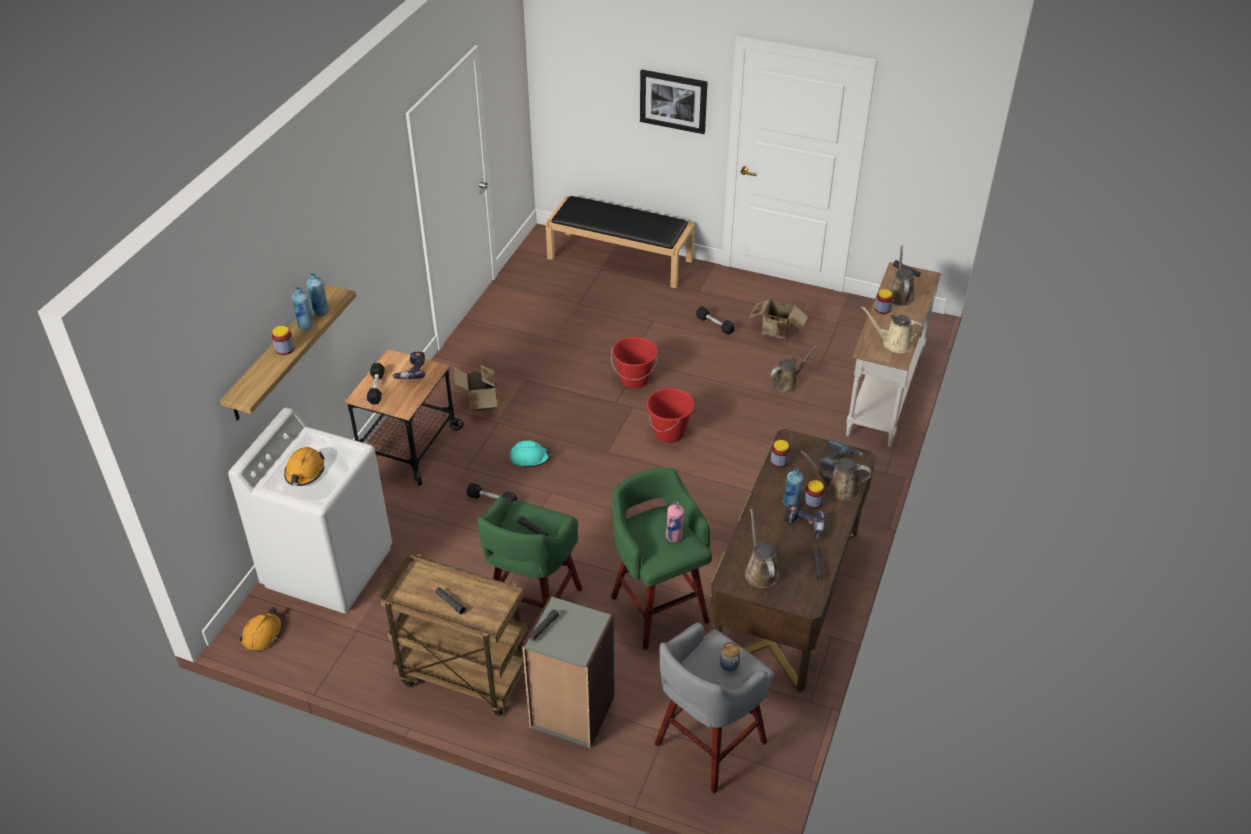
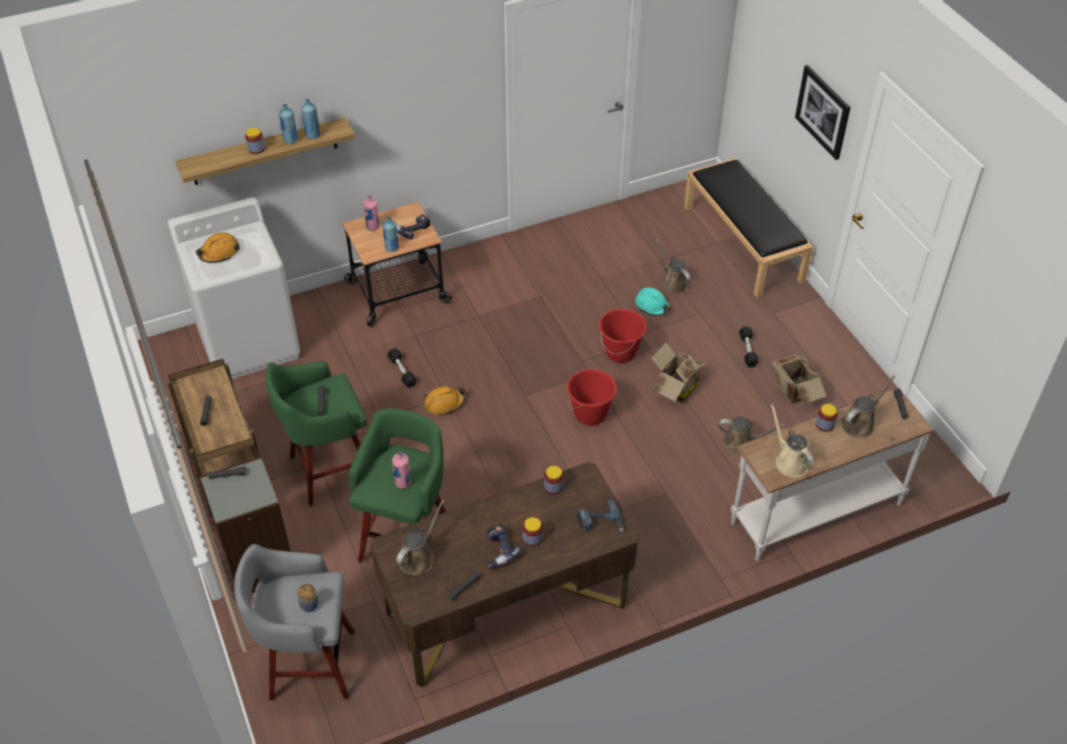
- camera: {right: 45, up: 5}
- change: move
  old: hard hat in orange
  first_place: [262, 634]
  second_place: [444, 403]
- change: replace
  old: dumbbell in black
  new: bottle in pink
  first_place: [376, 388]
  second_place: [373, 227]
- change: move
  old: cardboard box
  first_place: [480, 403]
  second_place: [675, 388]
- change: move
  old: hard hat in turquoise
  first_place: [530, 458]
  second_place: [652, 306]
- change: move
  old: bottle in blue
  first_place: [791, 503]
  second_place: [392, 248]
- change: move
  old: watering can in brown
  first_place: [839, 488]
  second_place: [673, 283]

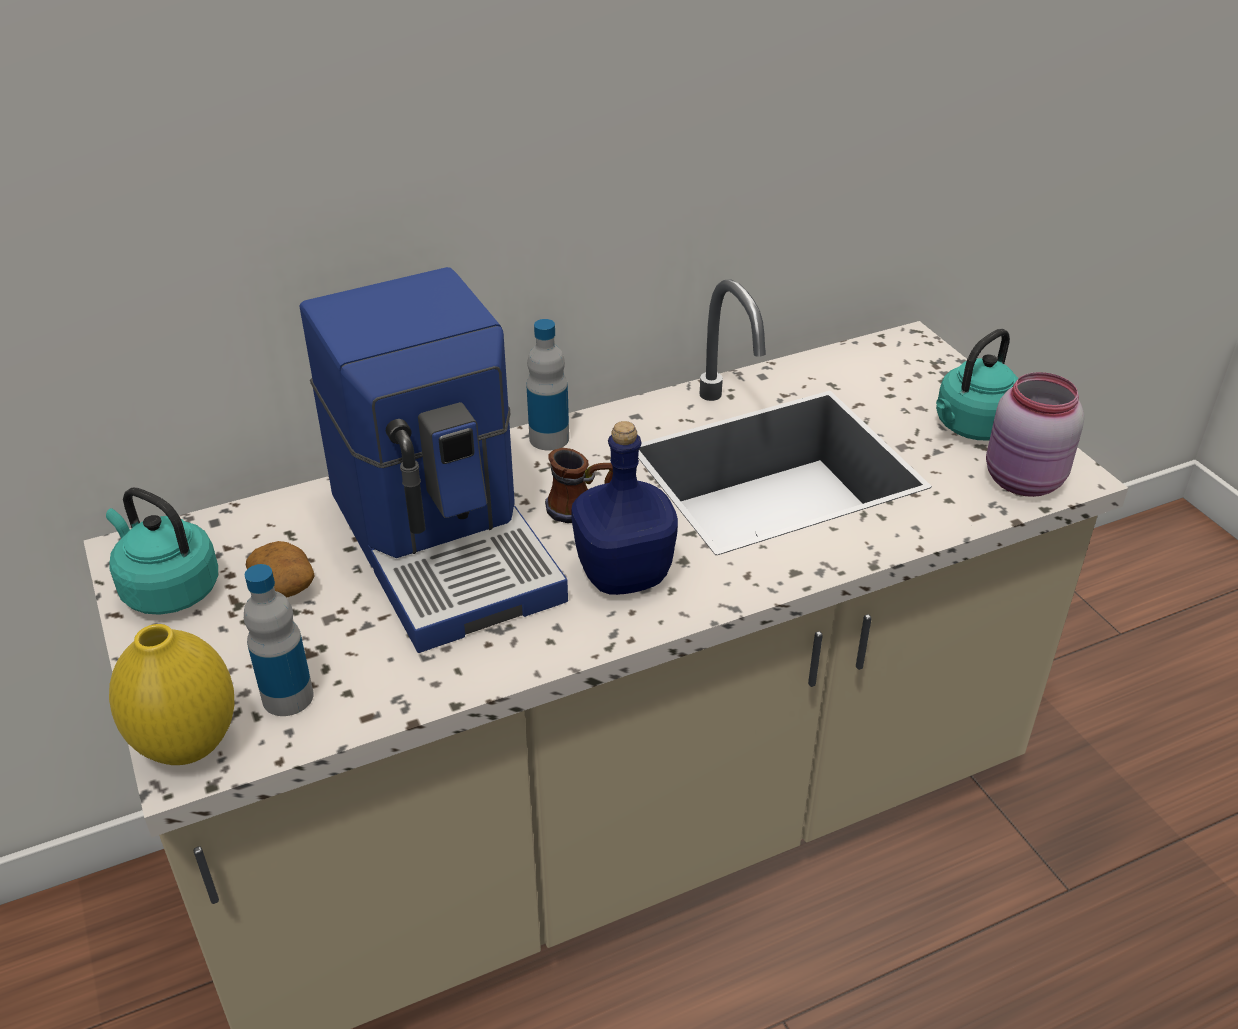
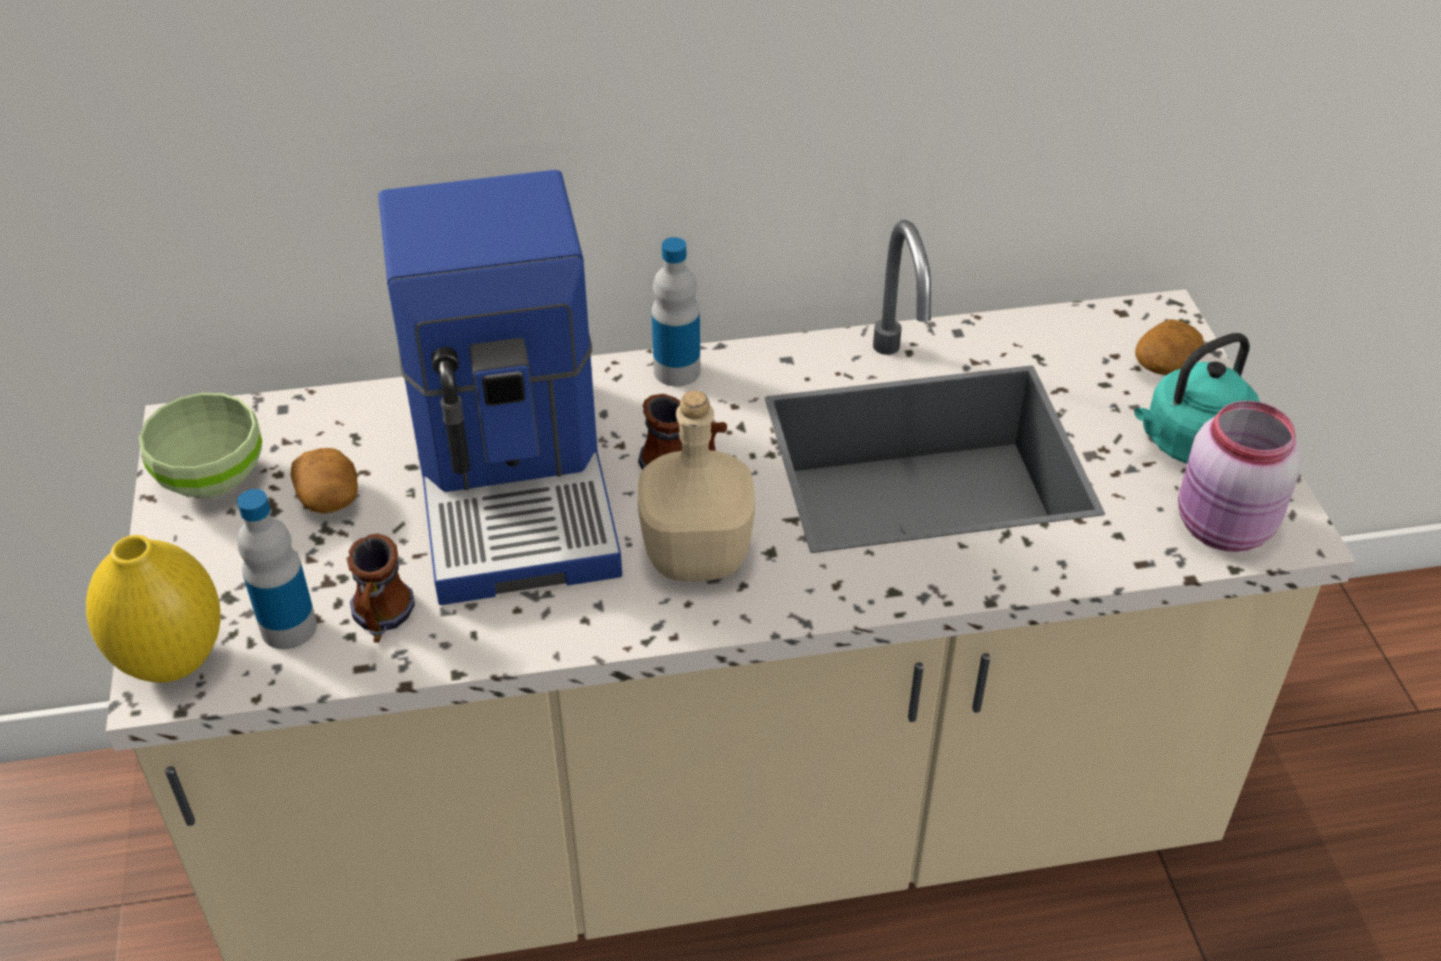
- camera: {right: 15, up: 5}
- change: replace
  old: kettle in turquoise
  new: bowl in green
  first_place: [167, 589]
  second_place: [210, 478]
- change: recolor
  old: bottle in blue
  new: bottle in beige
  first_place: [626, 573]
  second_place: [699, 555]
- change: insert
  new: mug
  second_place: [380, 622]
- change: insert
  new: potato
  second_place: [1165, 365]

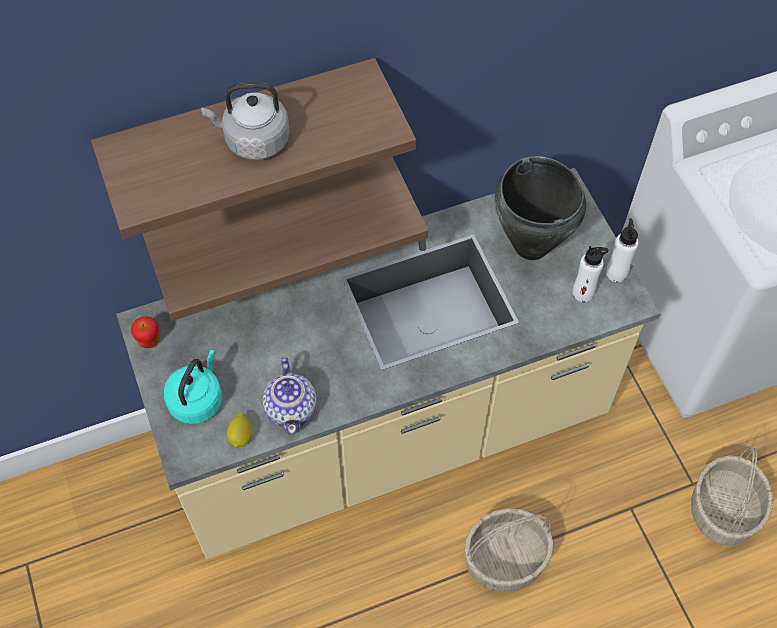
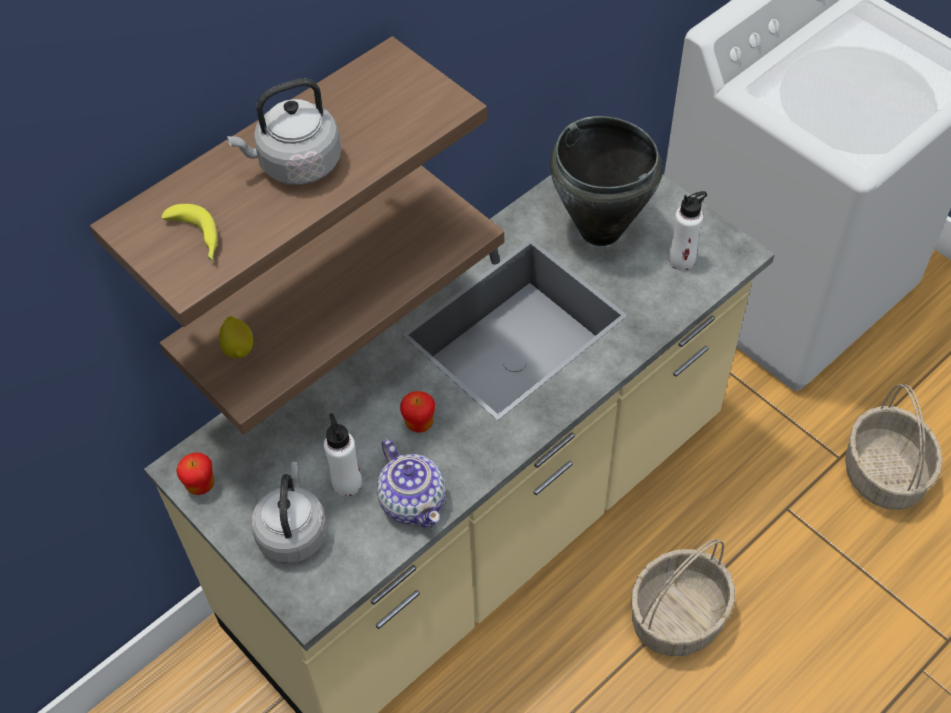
- camera: {right: -20, up: -5}
- change: recolor
  old: kettle in turquoise
  new: kettle in grey
  first_place: [197, 399]
  second_place: [293, 531]
- change: move
  old: lemon
  first_place: [241, 436]
  second_place: [238, 348]
- change: move
  old: bottle in white
  first_place: [616, 273]
  second_place: [347, 483]
- change: insert
  new: banana
  second_place: [197, 238]
- change: insert
  new: apple
  second_place: [419, 423]

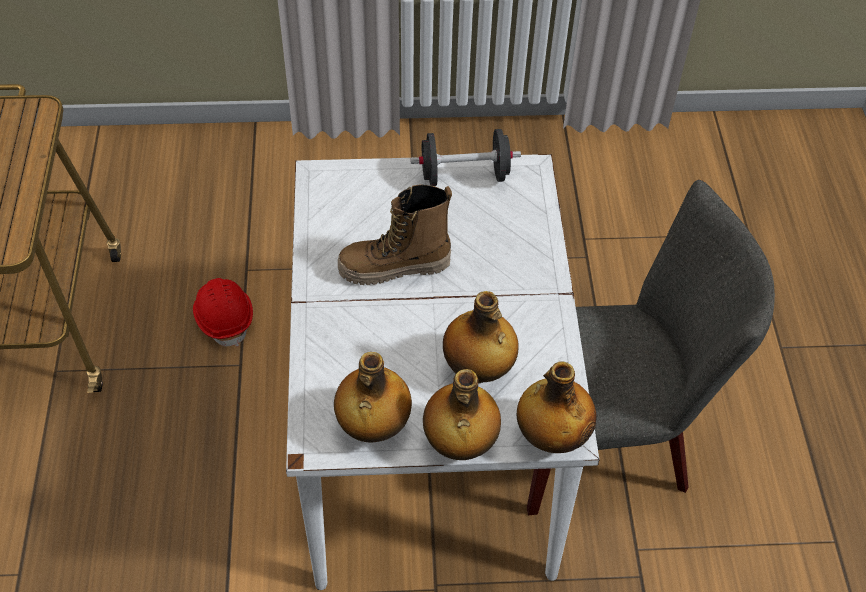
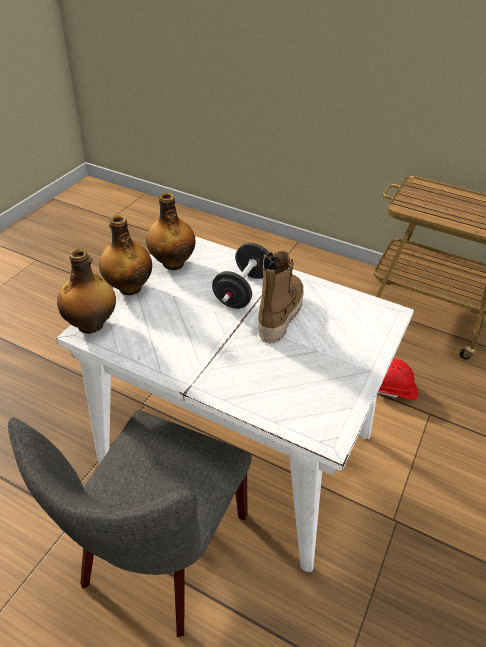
- camera: {right: 120, up: -10}
- change: move
  old: dumbbell in black
  first_place: [464, 175]
  second_place: [242, 291]
- change: delete
  old: bottle
  first_place: [478, 370]

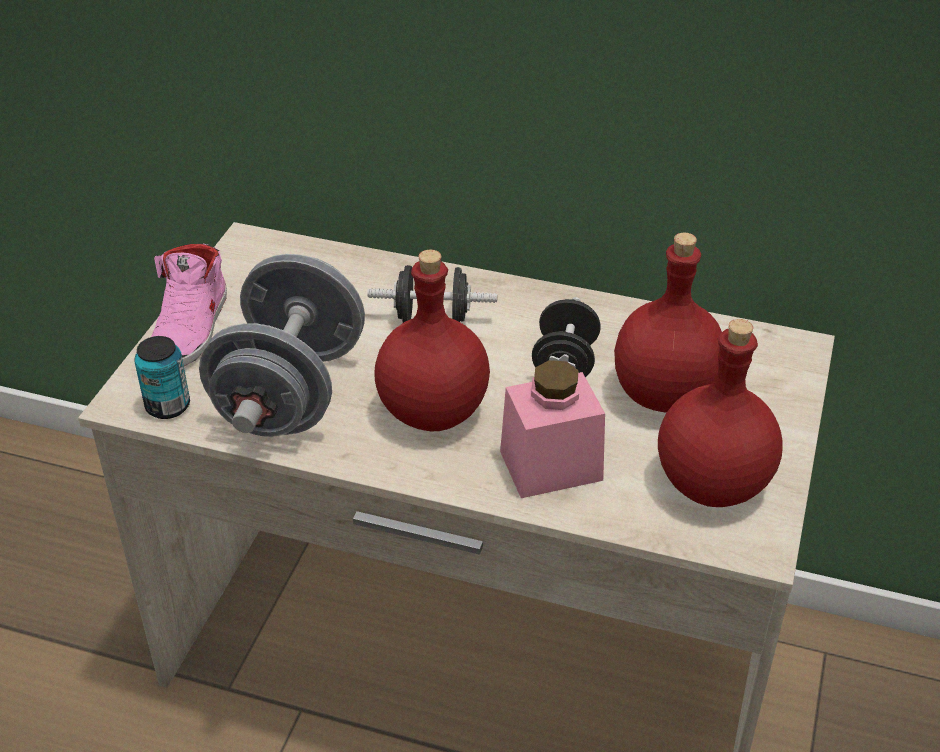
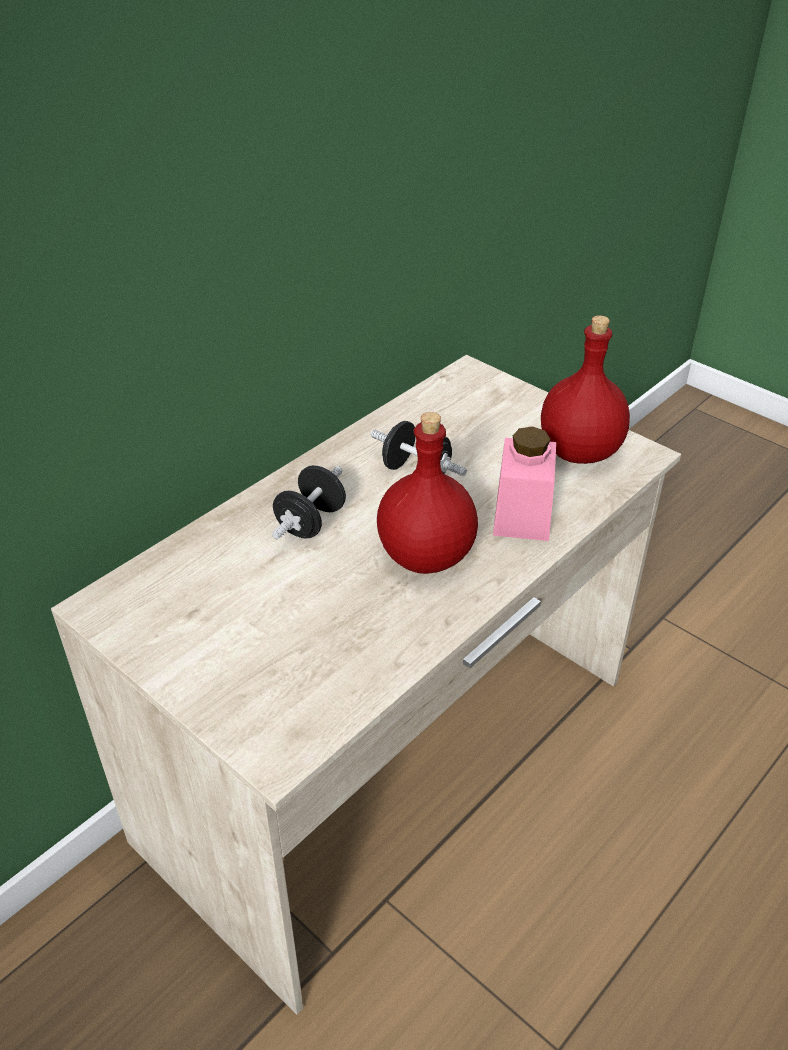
- camera: {right: -65, up: 0}
- change: delete
  old: can
  first_place: [168, 406]
- change: delete
  old: shoe in pink
  first_place: [191, 329]
- change: delete
  old: dumbbell in grey
  first_place: [290, 392]
- change: delete
  old: bottle in red
  first_place: [665, 393]

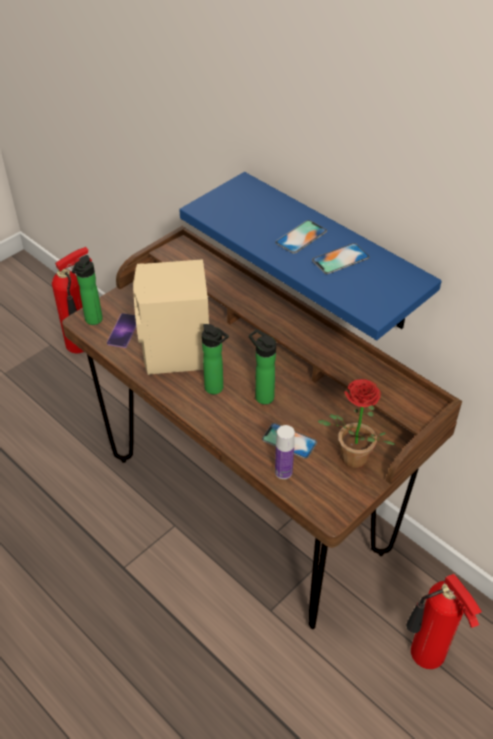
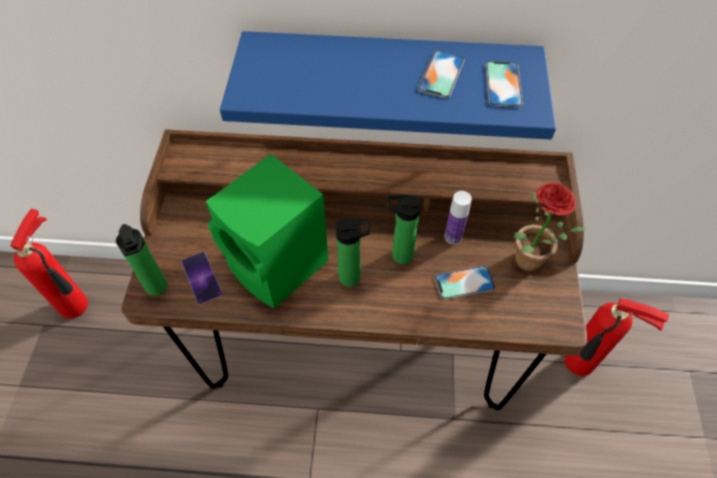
- camera: {right: -40, up: 10}
- change: recolor
  old: speaker in beige
  new: speaker in green
  first_place: [176, 354]
  second_place: [280, 267]
- change: move
  old: phone
  first_place: [301, 237]
  second_place: [503, 84]
- change: move
  old: bottle
  first_place: [283, 472]
  second_place: [453, 237]

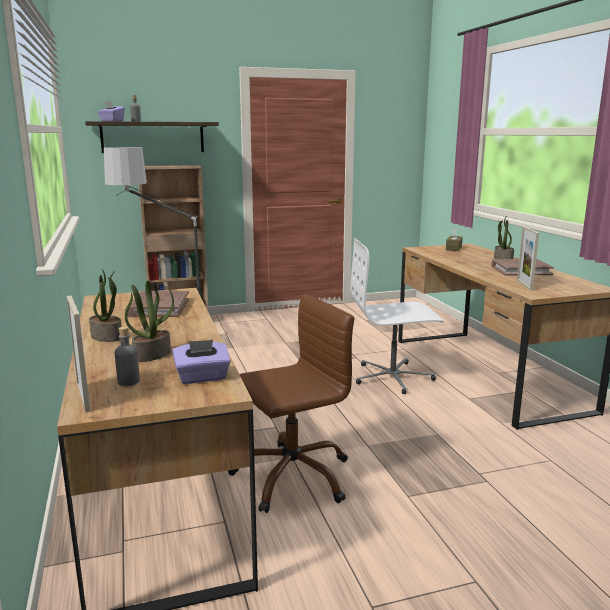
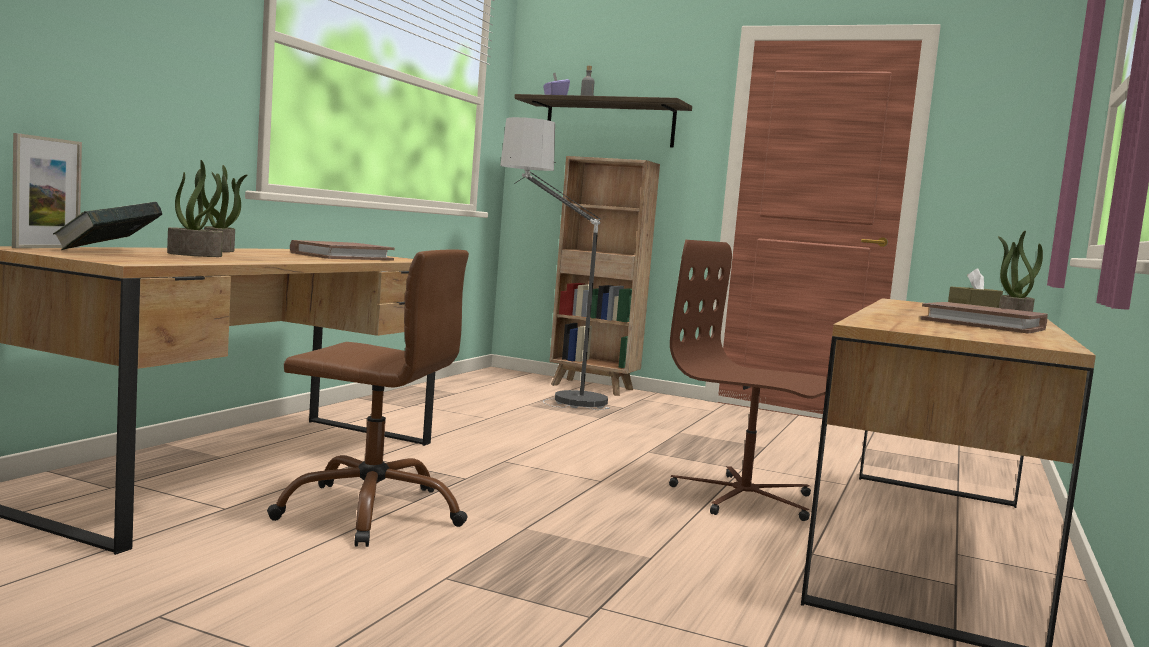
- camera: {right: 40, up: -10}
- change: replace
  old: bottle in grey
  new: book
  first_place: [128, 381]
  second_place: [108, 252]
- change: delete
  old: tissue box in purple
  first_place: [202, 377]
- change: recolor
  old: office chair in white
  new: office chair in brown
  first_place: [393, 377]
  second_place: [744, 498]
- change: delete
  old: picture frame
  first_place: [524, 285]

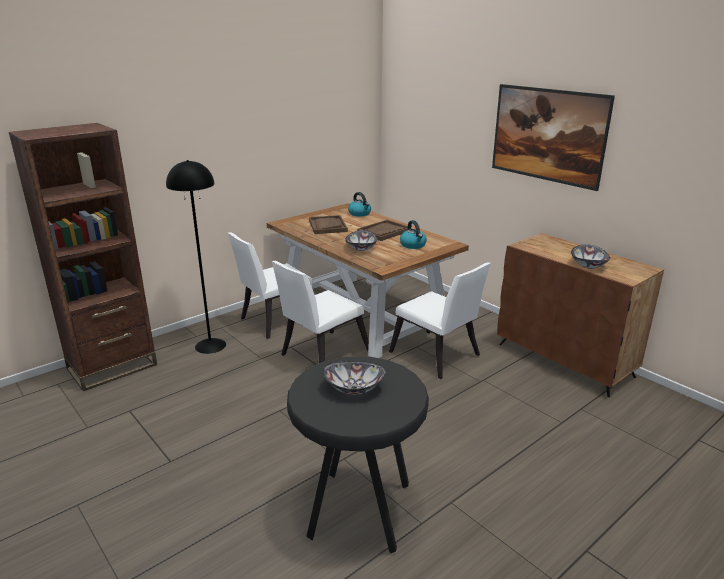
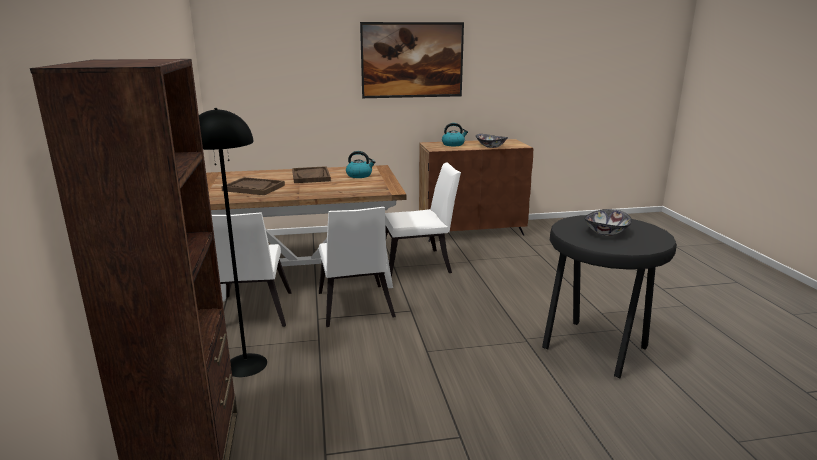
- camera: {right: -60, up: -5}
- change: delete
  old: bowl
  first_place: [361, 248]
- change: move
  old: kettle
  first_place: [360, 213]
  second_place: [453, 144]

